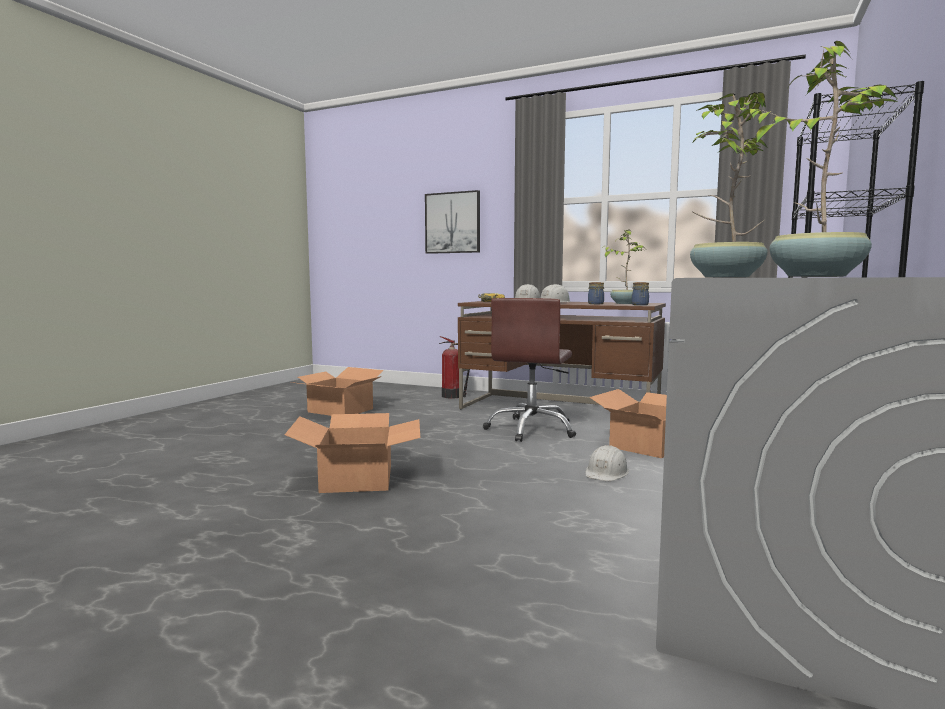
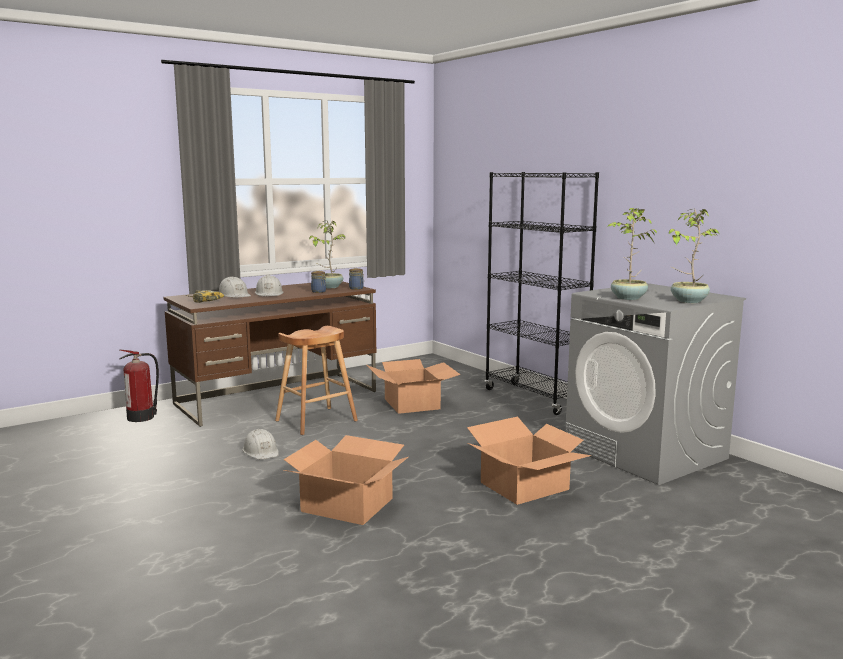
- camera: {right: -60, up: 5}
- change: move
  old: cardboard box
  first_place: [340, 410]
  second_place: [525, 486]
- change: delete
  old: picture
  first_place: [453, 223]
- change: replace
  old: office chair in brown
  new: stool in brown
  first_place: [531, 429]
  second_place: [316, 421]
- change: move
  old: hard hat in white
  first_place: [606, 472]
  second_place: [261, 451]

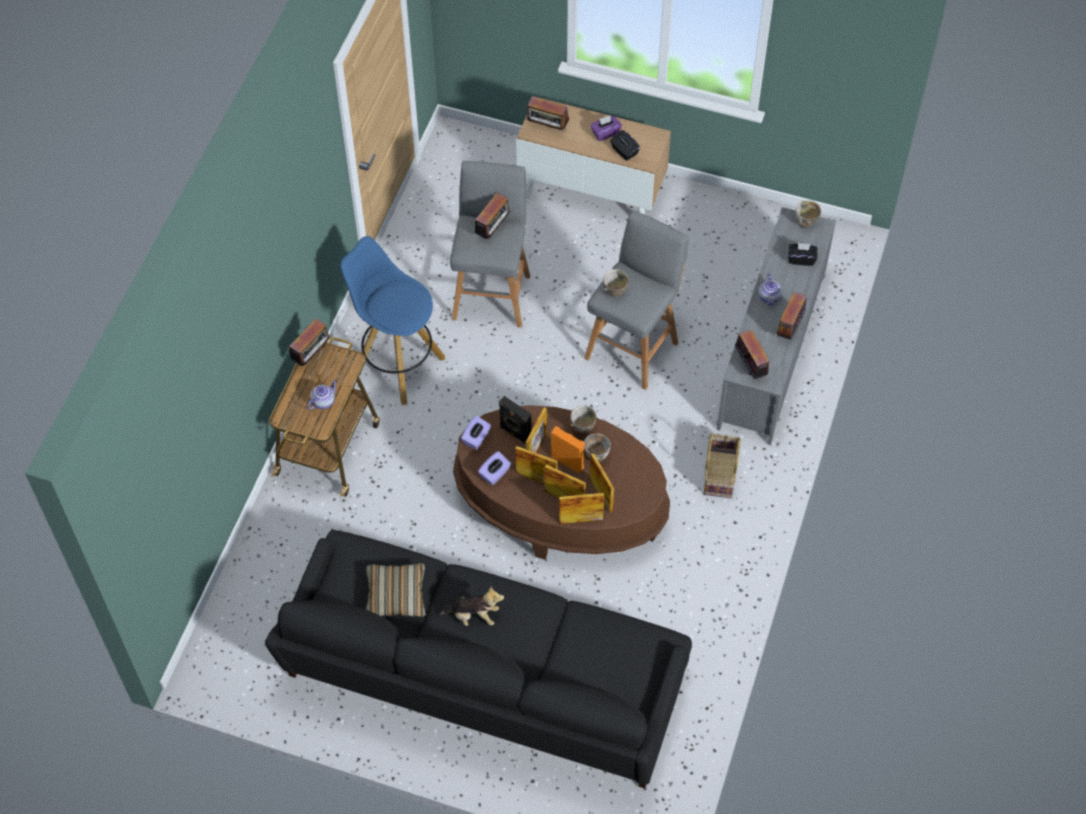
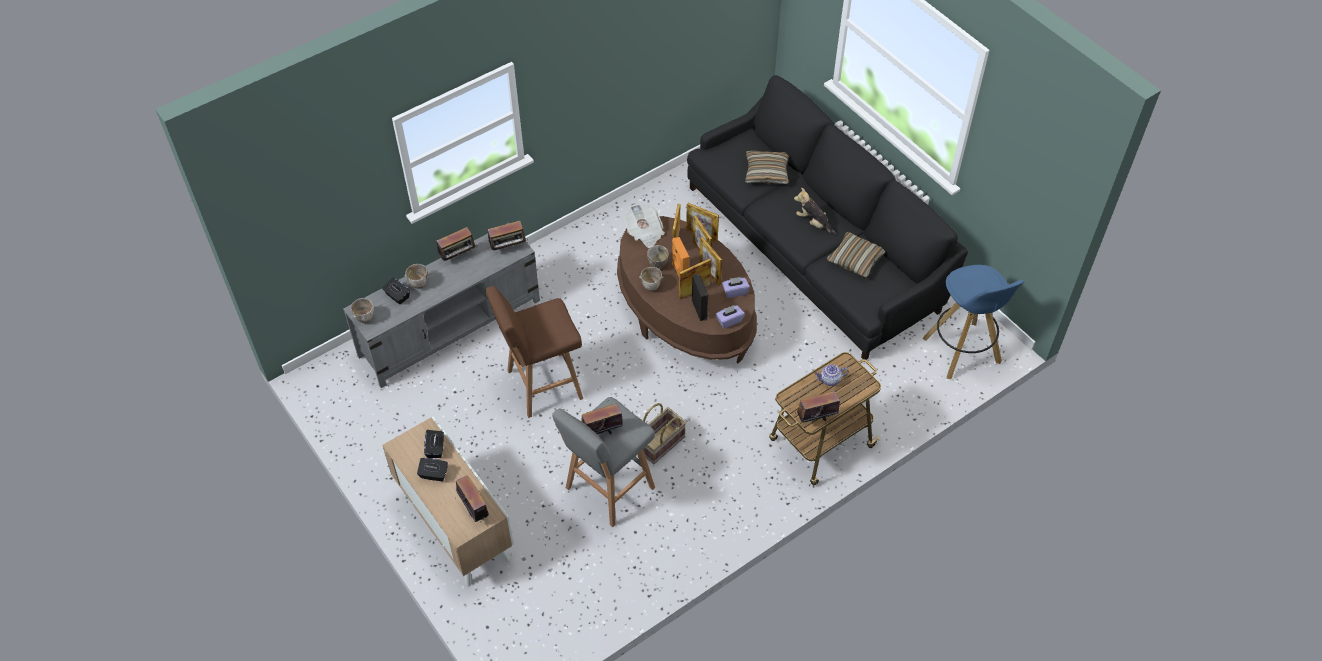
- camera: {right: -145, up: -5}
- change: move
  old: stool in blue
  first_place: [397, 365]
  second_place: [962, 351]
- change: recolor
  old: stool in grey
  new: stool in brown
  first_place: [633, 348]
  second_place: [542, 385]
- change: recolor
  old: tissue box in purple
  new: tissue box in black
  first_place: [605, 133]
  second_place: [433, 474]
- change: move
  old: bowl
  first_place: [613, 293]
  second_place: [419, 284]
- change: move
  old: basket
  first_place: [719, 474]
  second_place: [661, 444]
- change: rotate
  old: radio
  first_place: [750, 367]
  second_place: [508, 248]
  degrees: -120
- change: delete
  old: teapot
  first_place: [769, 297]
- change: insert
  new: newspaper
  second_place: [644, 233]
- change: insert
  new: pillow
  second_place: [766, 172]

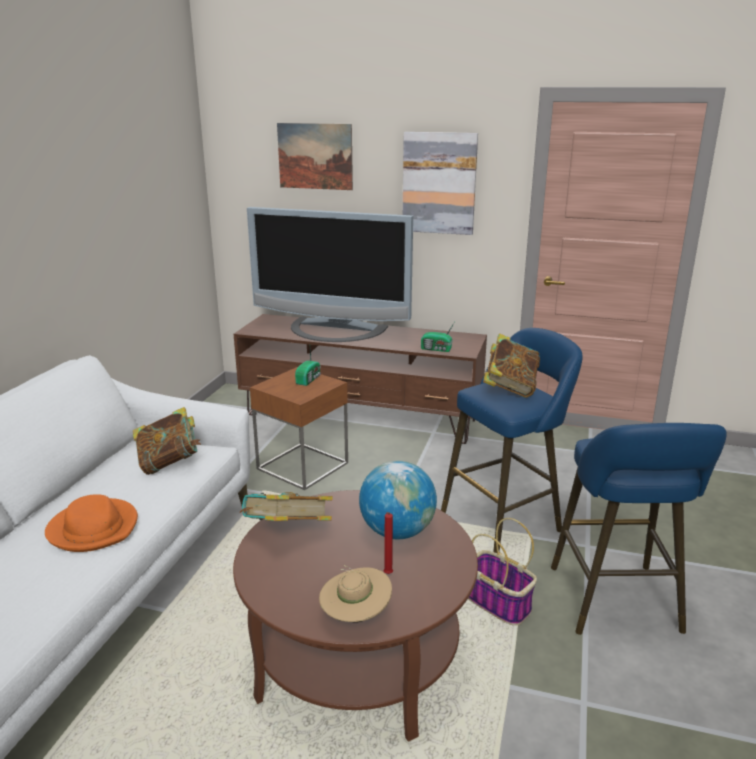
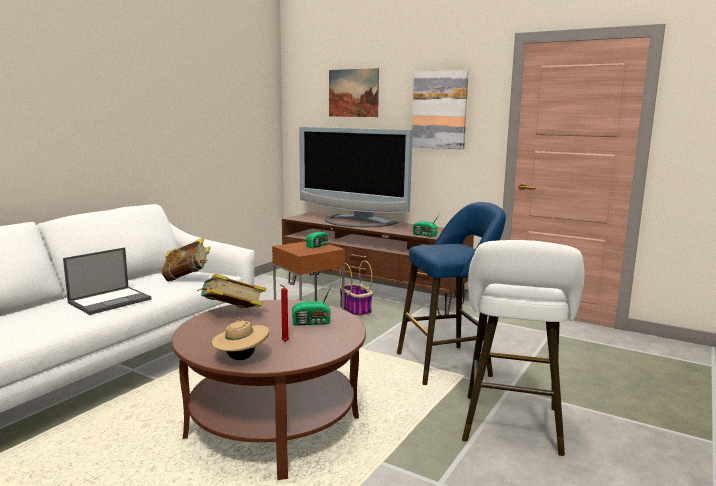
- camera: {right: 15, up: -10}
- change: replace
  old: hat in orange
  new: laptop
  first_place: [94, 528]
  second_place: [110, 301]
- change: replace
  old: globe
  new: radio
  first_place: [397, 531]
  second_place: [312, 323]
- change: move
  old: basket
  first_place: [499, 603]
  second_place: [356, 310]
- change: delete
  old: book
  first_place: [510, 388]
- change: recolor
  old: stool in blue
  new: stool in white
  first_place: [617, 604]
  second_place: [512, 428]

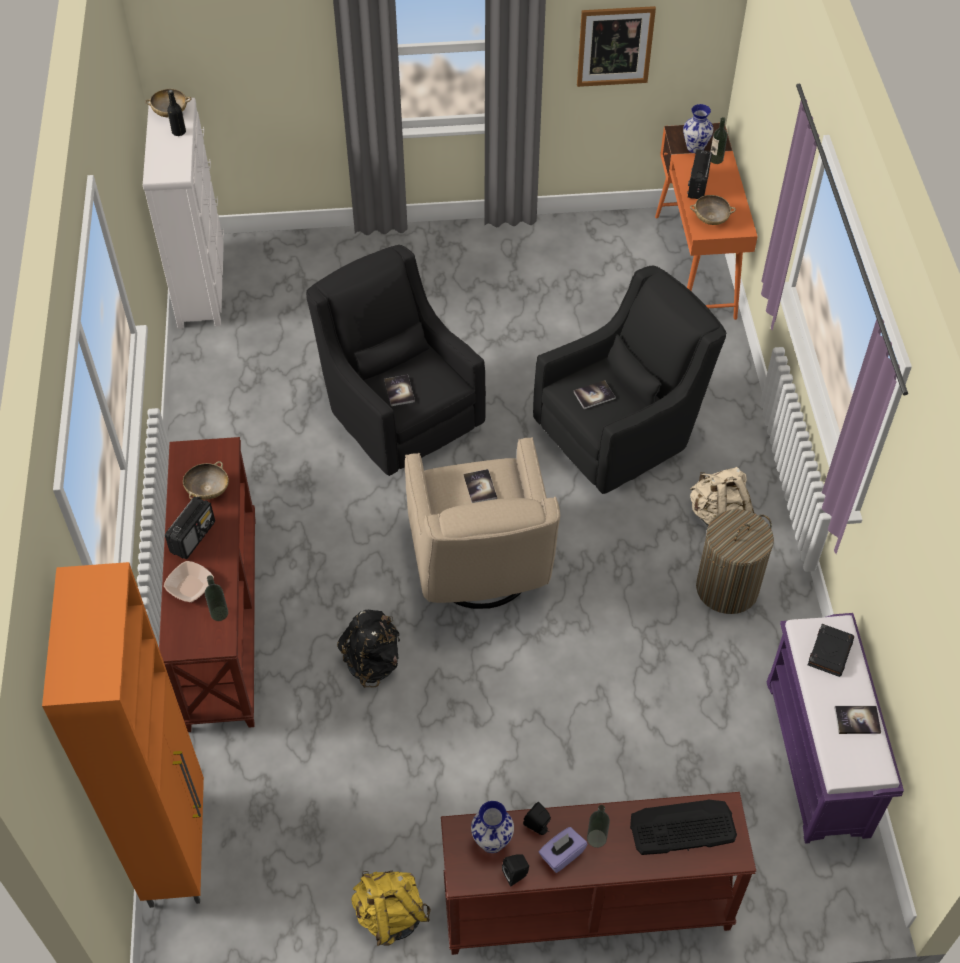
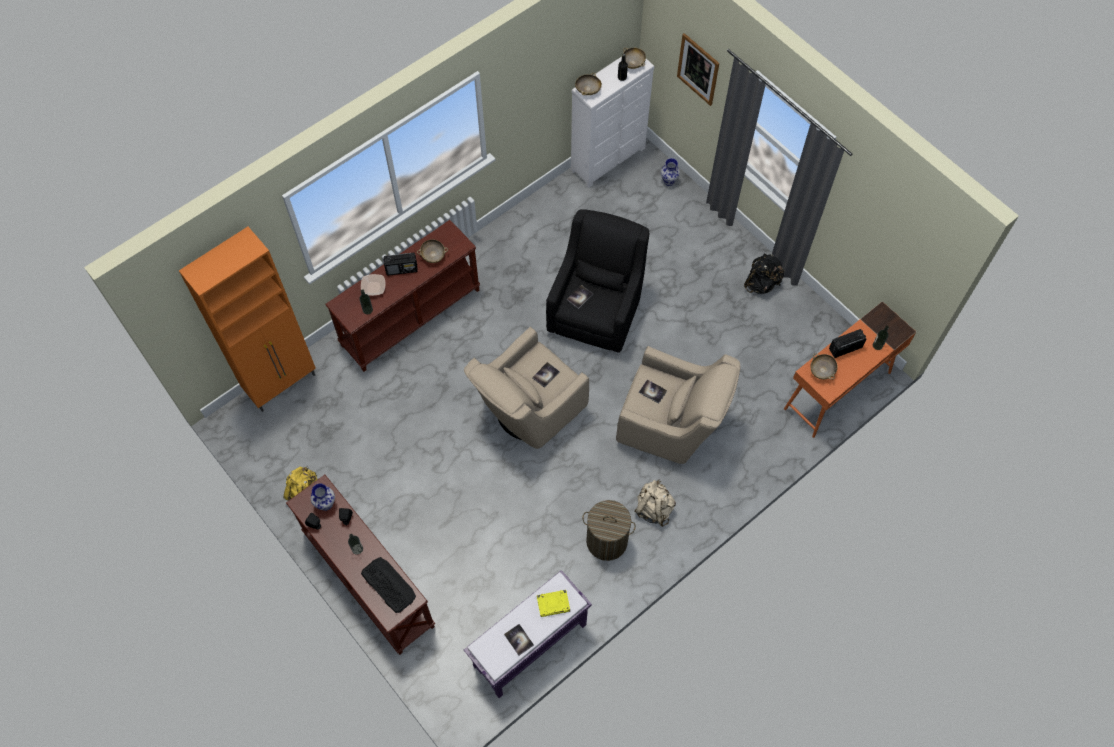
- camera: {right: 55, up: 10}
- change: move
  old: backpack in black
  first_place: [373, 662]
  second_place: [761, 283]
- change: recolor
  old: armchair in black
  new: armchair in beige
  first_place: [621, 435]
  second_place: [671, 426]
- change: delete
  old: tissue box in purple
  first_place: [561, 855]
- change: move
  old: picture
  first_place: [615, 46]
  second_place: [698, 69]
- change: move
  old: vase
  first_place: [696, 147]
  second_place: [669, 181]
- change: recolor
  old: book in black
  new: book in yellow
  first_place: [829, 651]
  second_place: [553, 604]
- change: insert
  new: bowl in beige
  second_place: [588, 90]

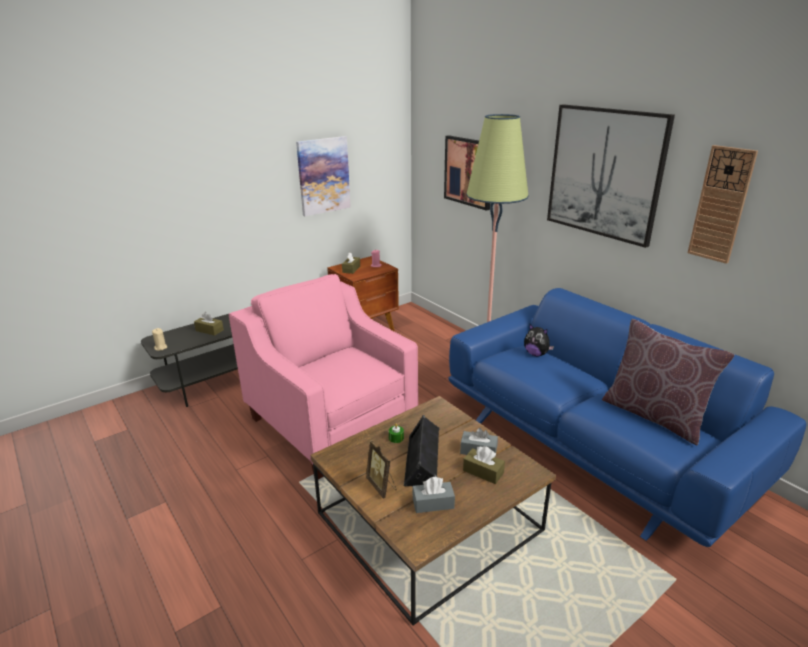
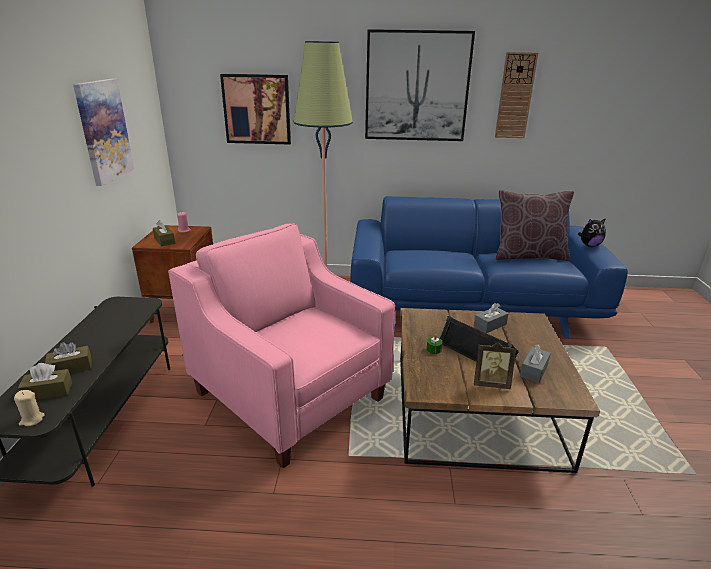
- camera: {right: -50, up: 0}
- change: rotate
  old: armchair in pink
  first_place: [331, 423]
  second_place: [290, 395]
  degrees: 45
- change: move
  old: tissue box in brown
  first_place: [483, 472]
  second_place: [48, 392]
- change: move
  old: plush toy
  first_place: [536, 354]
  second_place: [589, 245]

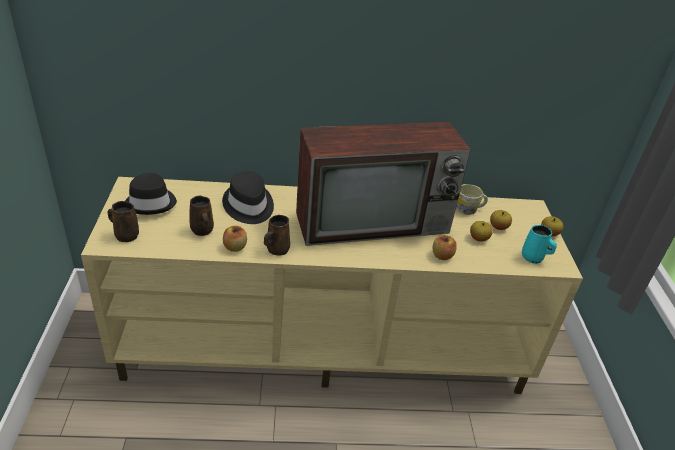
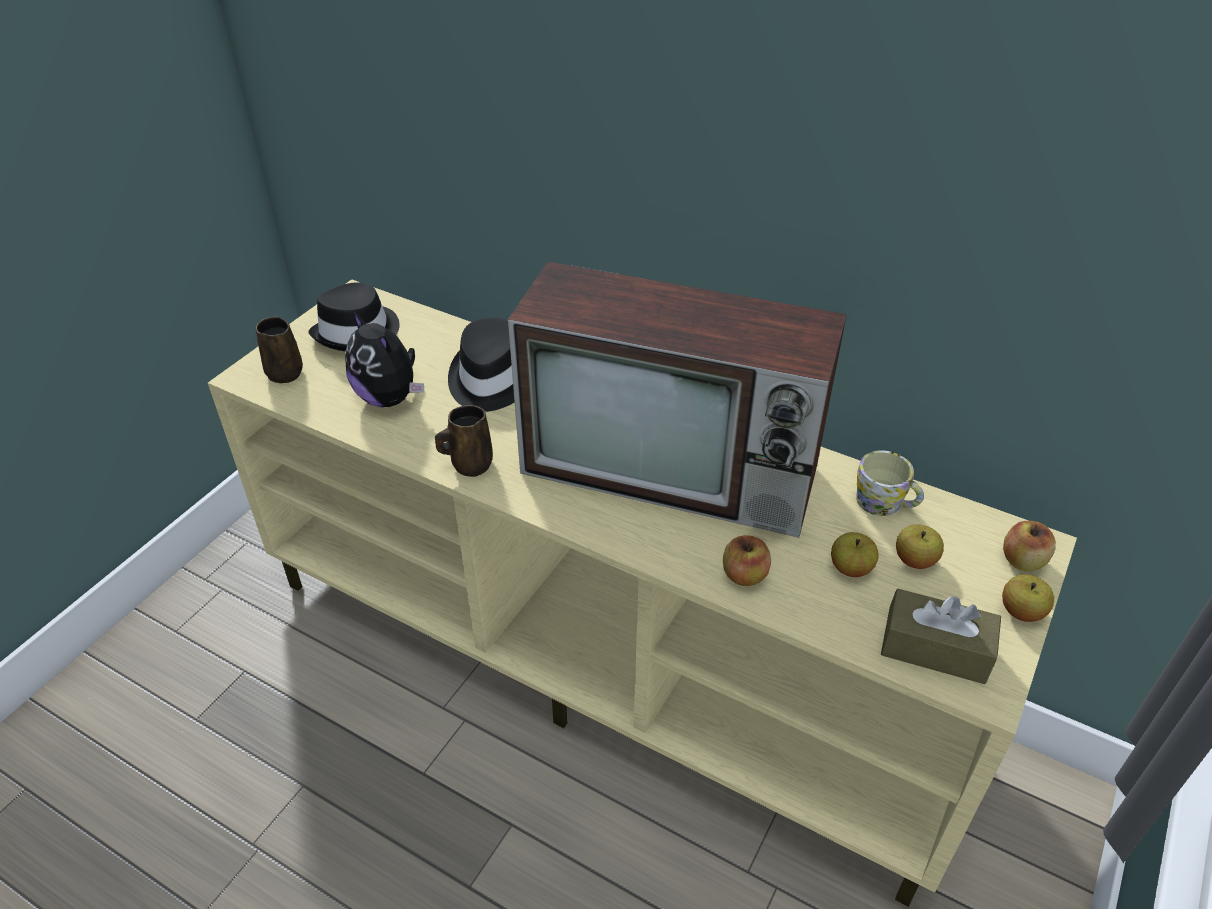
- camera: {right: 35, up: 5}
- change: replace
  old: mug in brown
  new: plush toy
  first_place: [202, 230]
  second_place: [389, 397]
- change: move
  old: apple
  first_place: [235, 247]
  second_place: [1022, 561]
- change: replace
  old: mug in turquoise
  new: tissue box in brown
  first_place: [533, 258]
  second_place: [935, 649]

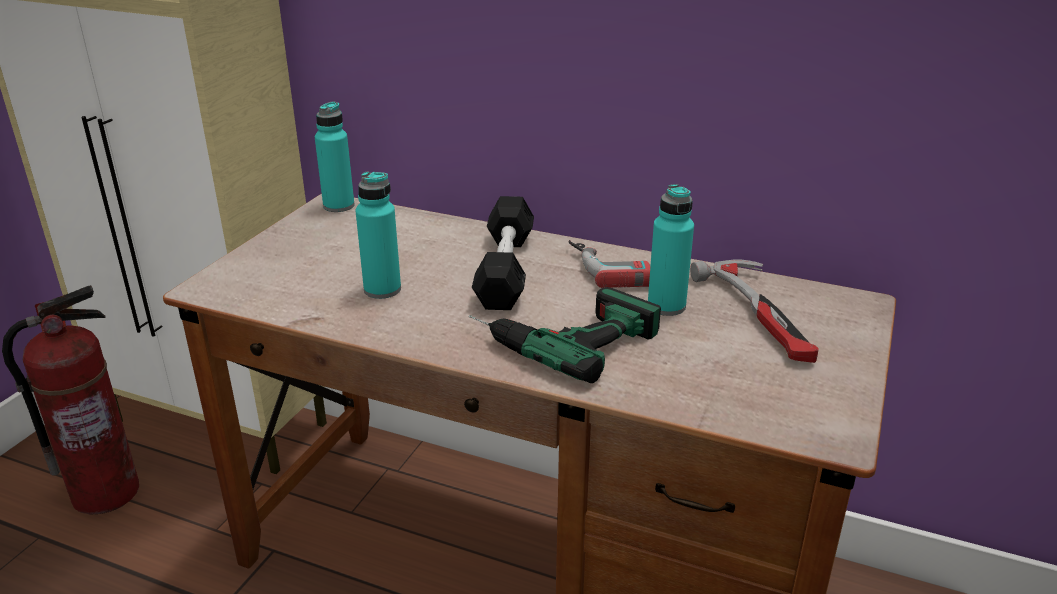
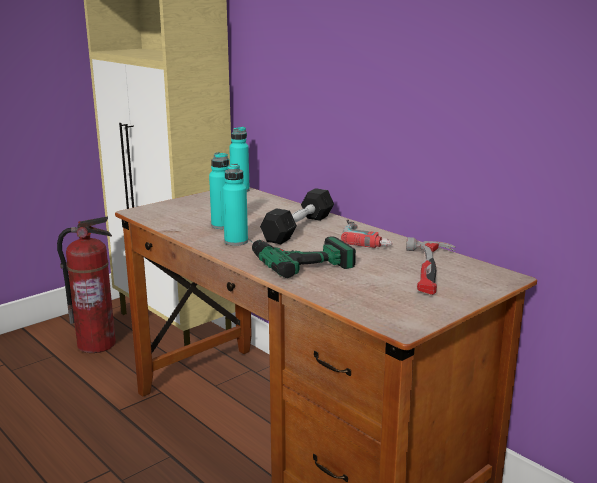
- camera: {right: 25, up: -10}
- change: move
  old: bottle in turquoise
  first_place: [666, 306]
  second_place: [236, 241]

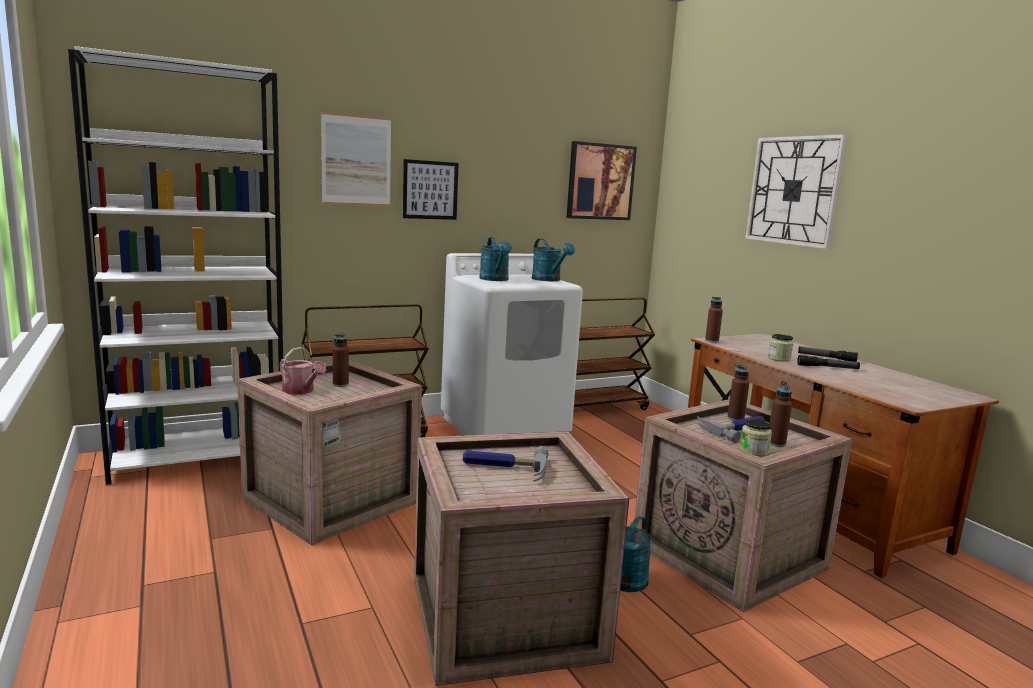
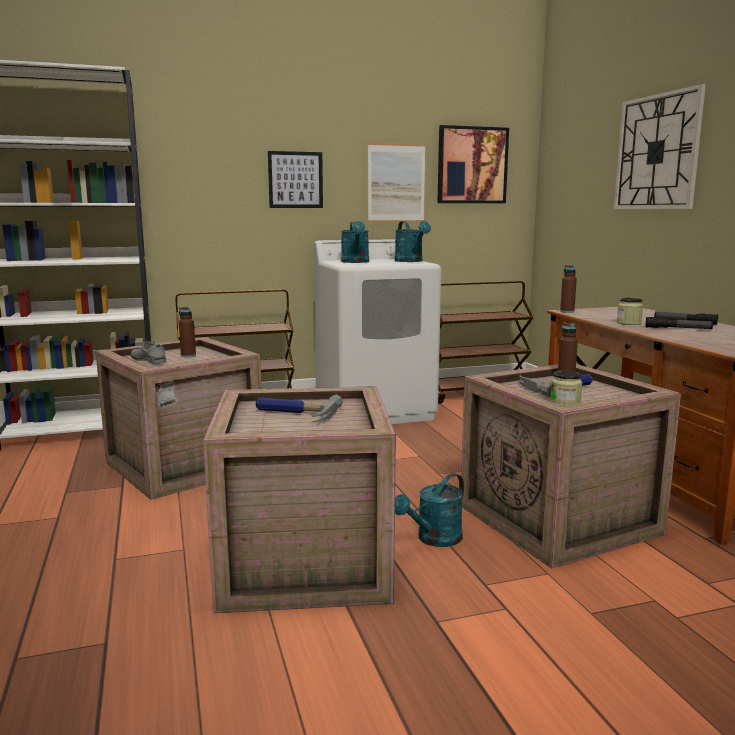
- camera: {right: 10, up: 0}
- change: replace
  old: watering can
  new: shoe in grey
  first_place: [301, 391]
  second_place: [148, 360]
- change: move
  old: picture
  first_place: [356, 160]
  second_place: [396, 183]
- change: delete
  old: bottle in brown
  first_place: [776, 443]

